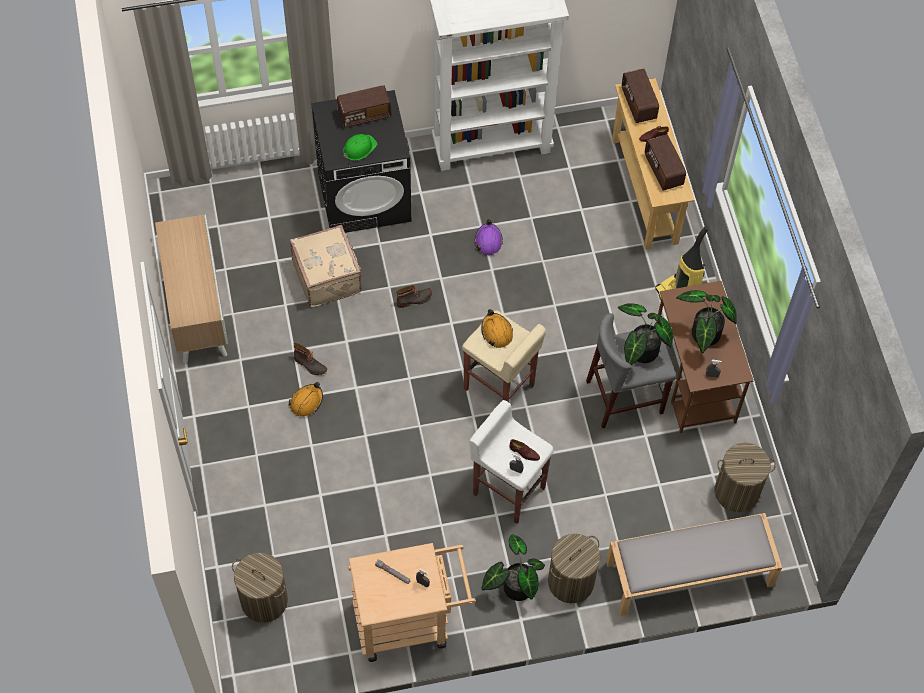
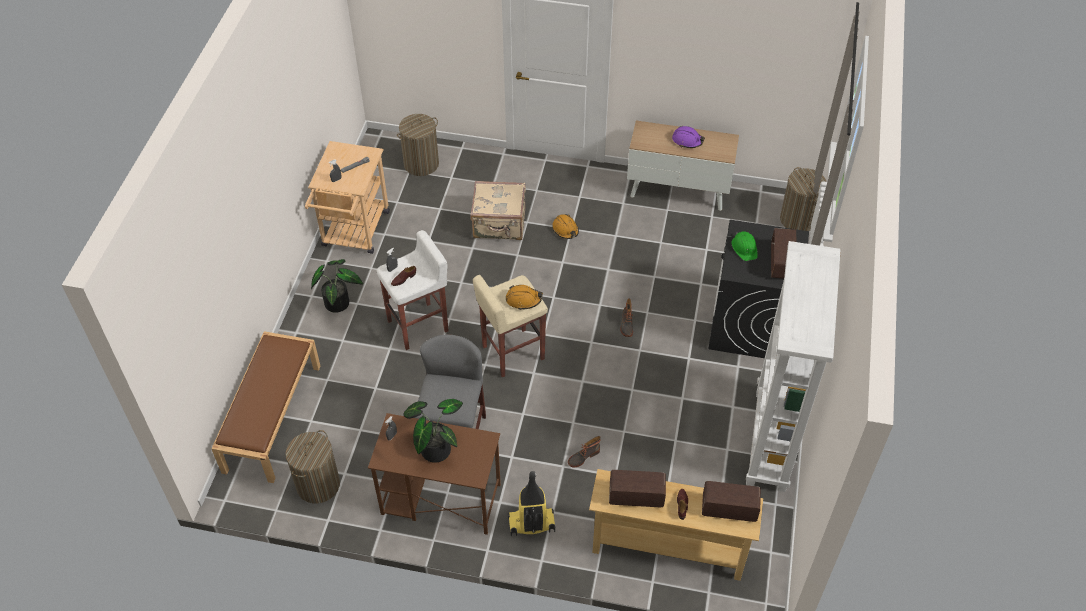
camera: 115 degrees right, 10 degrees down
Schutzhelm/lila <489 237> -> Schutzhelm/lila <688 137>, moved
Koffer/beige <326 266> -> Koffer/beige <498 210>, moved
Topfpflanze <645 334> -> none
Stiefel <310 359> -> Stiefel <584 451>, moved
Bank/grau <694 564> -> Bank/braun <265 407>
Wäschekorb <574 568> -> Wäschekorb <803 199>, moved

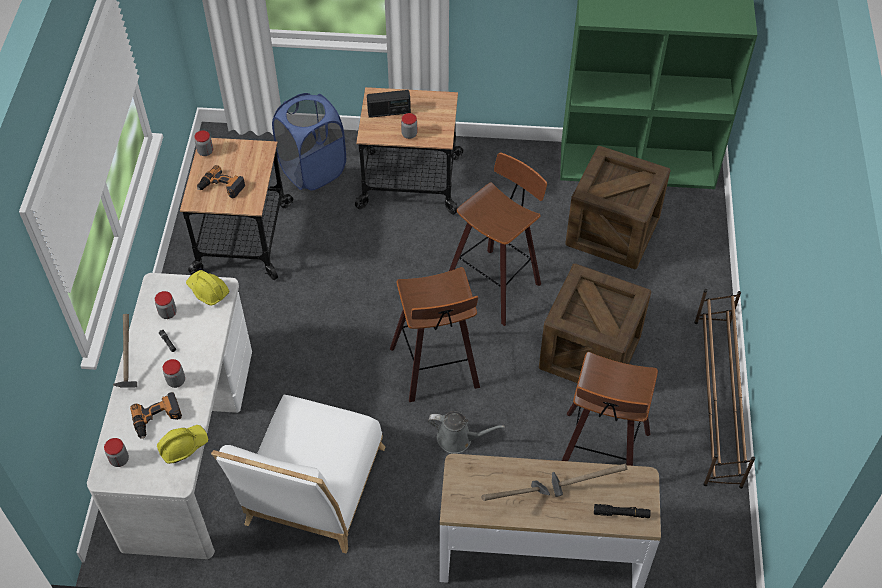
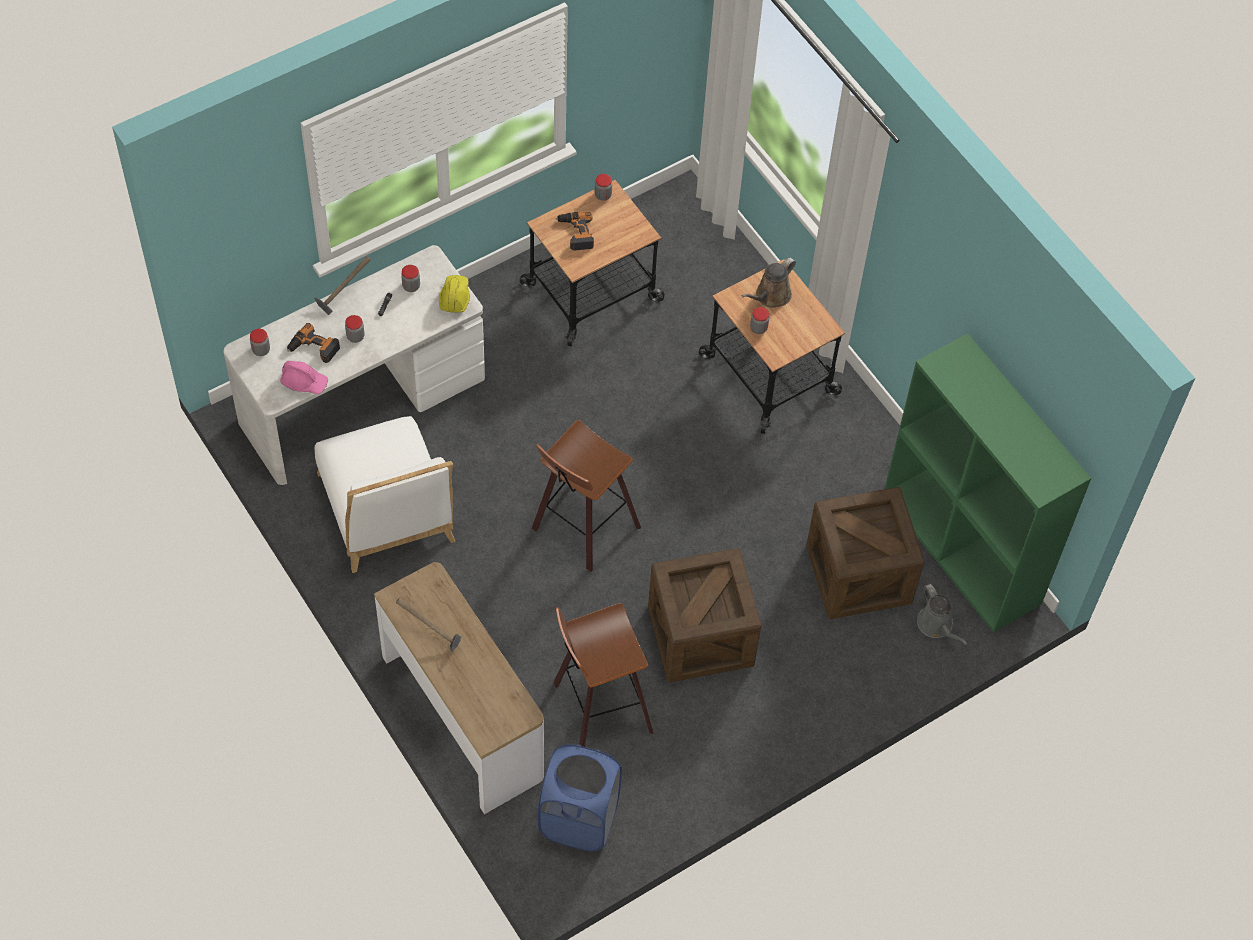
camera: 50 degrees right, 5 degrees up
Radio <389 104> -> Gießkanne/braun <769 282>
Wäschekorb/blau <309 142> -> Wäschekorb/blau <580 798>, moved
Hocker <498 239> -> none
Schuhregal/braun <724 389> -> none
Stuhl/weiß <298 474> -> Stuhl/weiß <385 494>, 90 degrees counterclockwise
Gießkanne/grau <466 432> -> Gießkanne/grau <942 614>, moved
Schutzhelm/gelb <182 444> -> Schutzhelm/rosa <304 377>
Hammer <589 480> -> none
Taschenlampe/schwarz <622 511> -> none

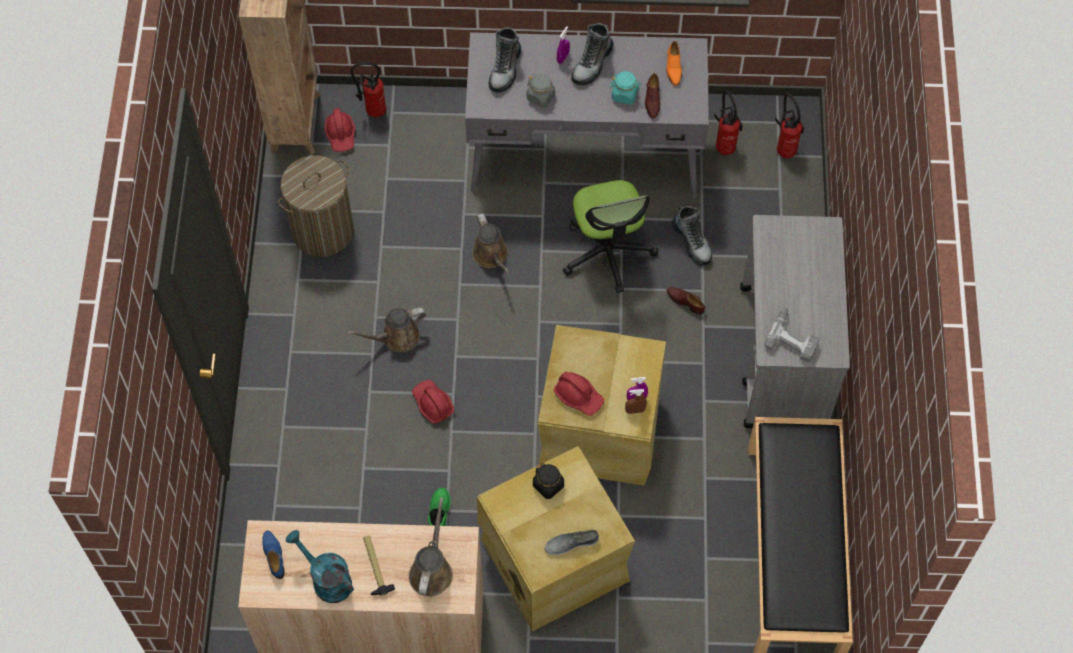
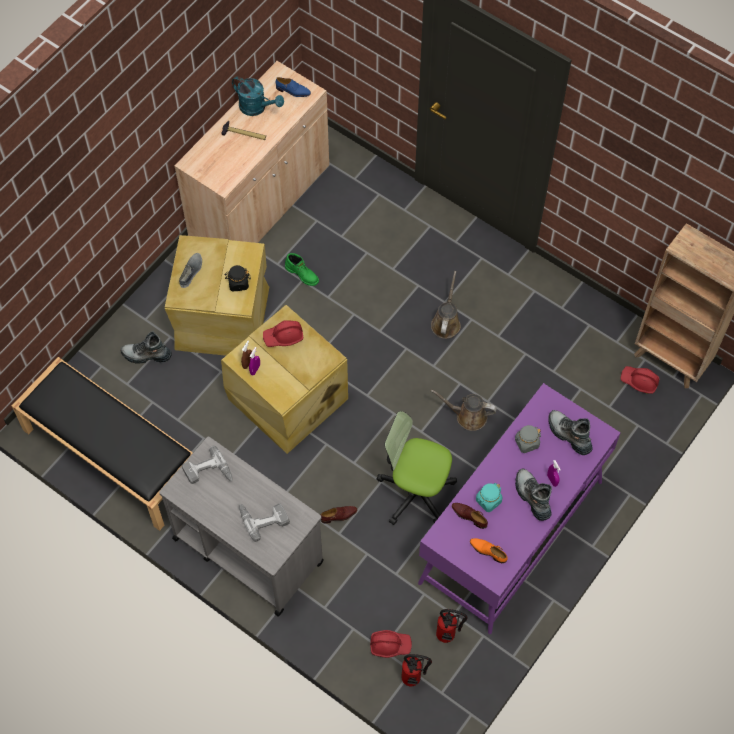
camera: 125 degrees right, 0 degrees up
Schreibtisch/grau <587 115> -> Schreibtisch/lila <519 508>
Feuerlöscher <368 89> -> none
Wäschekorb <316 206> -> none
Stiefel <692 235> -> Stiefel <146 347>, moved
Schutzhelm/rot <433 402> -> Schutzhelm/rot <391 644>, moved
Gießkanne/braun <431 547> -> none
Gießkanne/türkis <320 566> -> Gießkanne/türkis <258 96>, 45 degrees clockwise
none -> Bohrmaschine <264 522>

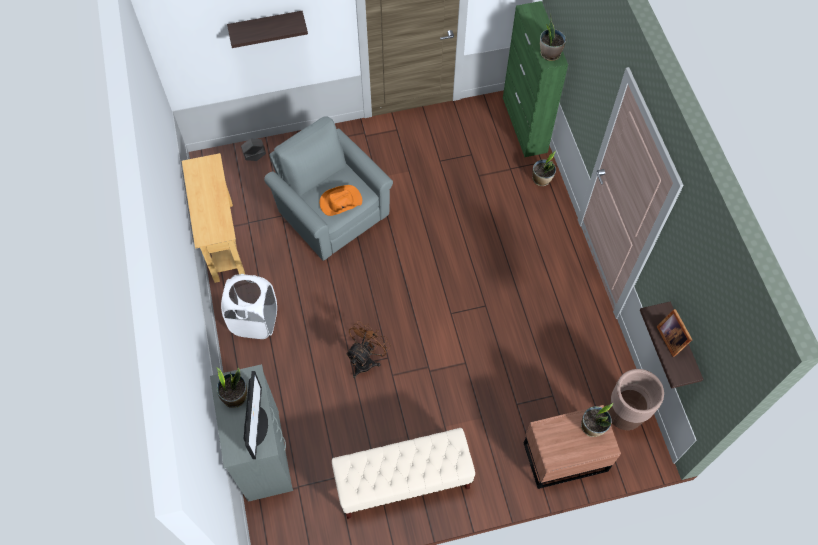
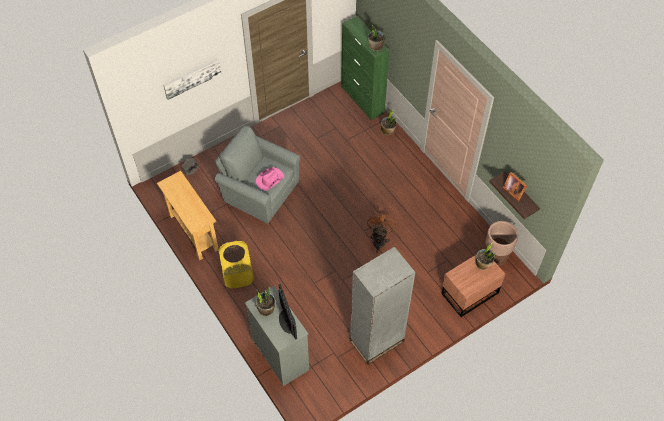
camera: 20 degrees left, 5 degrees down
Wandregal <267 29> -> Bild <192 79>
Hut/orange <340 200> -> Hut/rosa <270 179>
Wäschekorb/weiß <249 306> -> Wäschekorb/gelb <236 265>
Ventilator/braun <368 349> -> Ventilator/braun <382 232>, moved
Bank/beige <403 473> -> Bücherregal/grau <383 306>

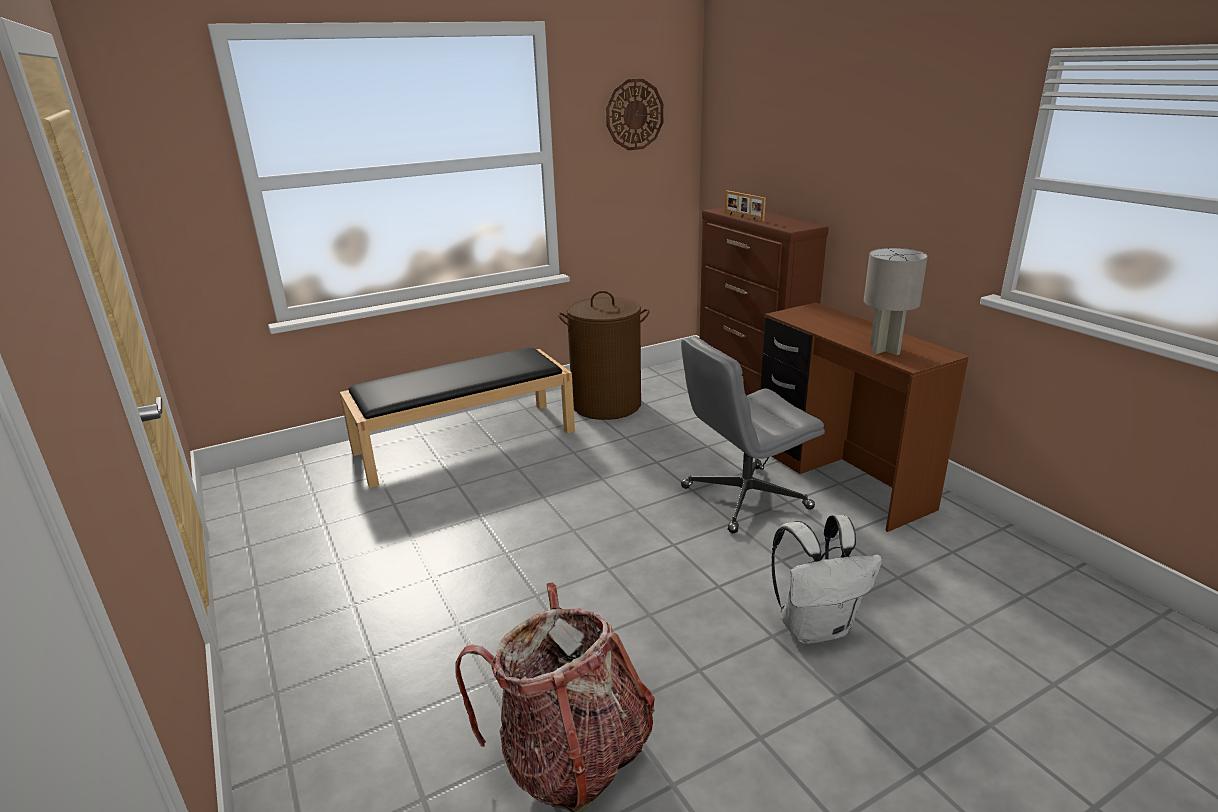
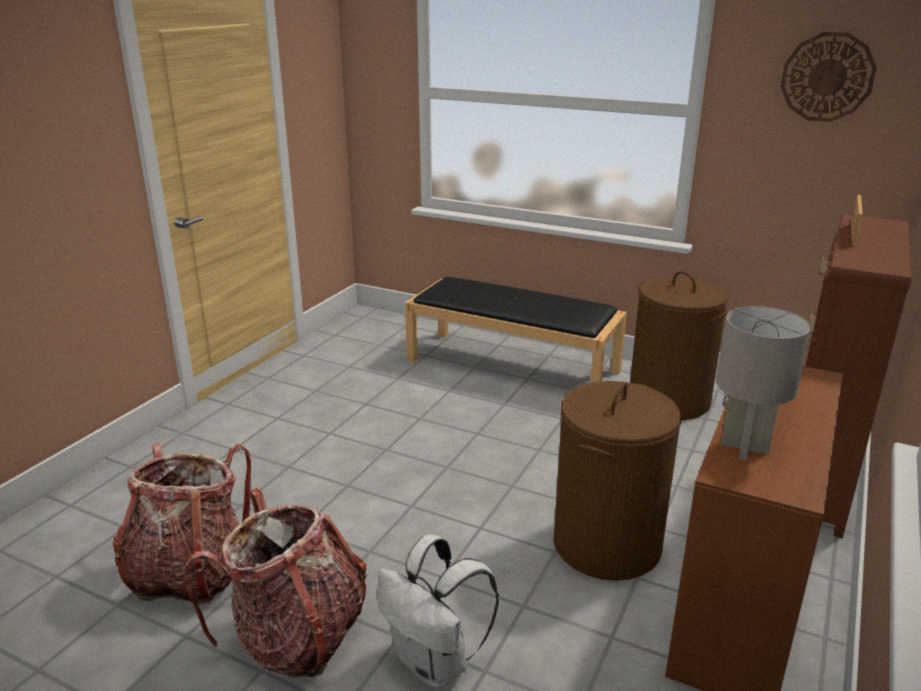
camera: 55 degrees right, 0 degrees up
Bürostuhl/grau <753 434> -> Wäschekorb/braun <617 481>
none -> Rucksack <275 583>

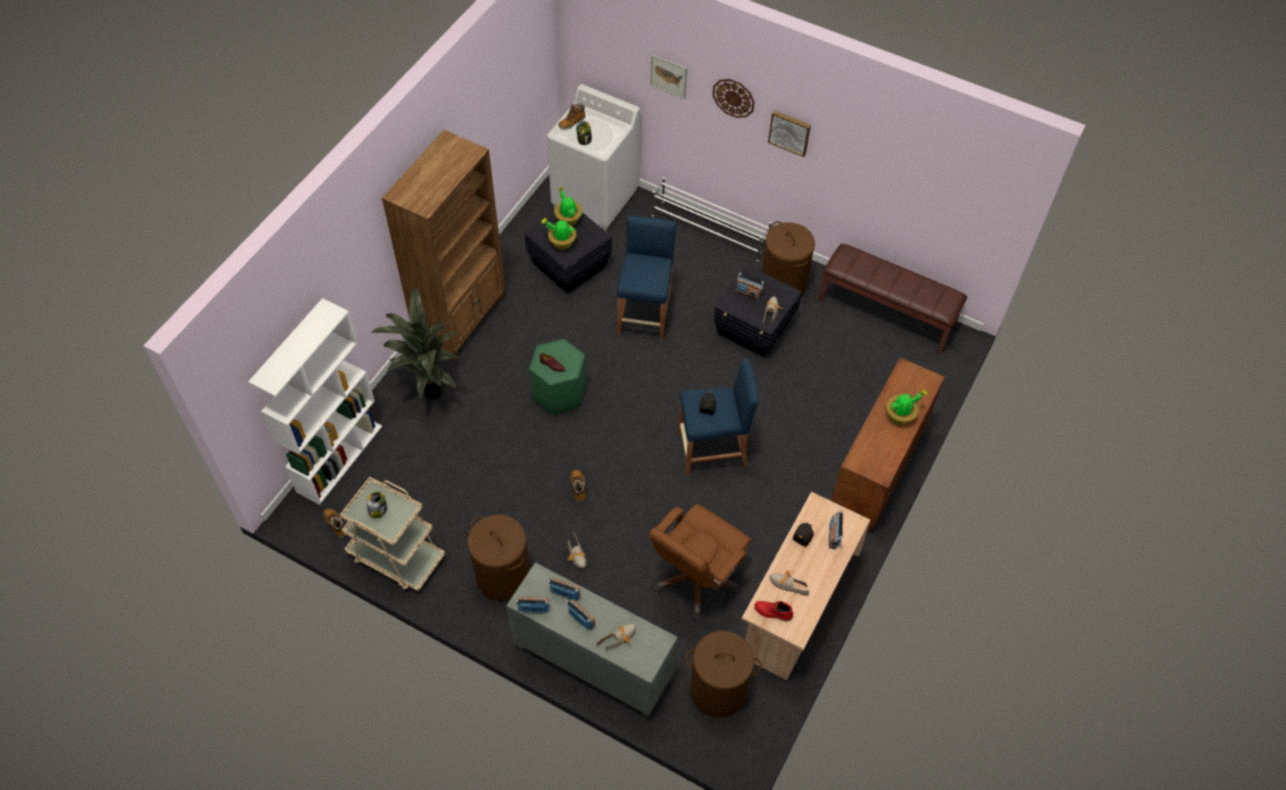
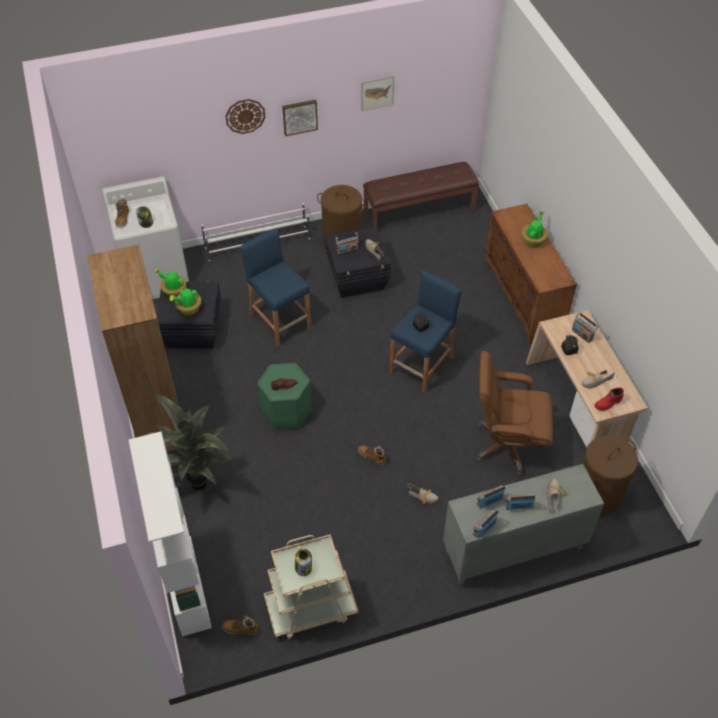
camera: 45 degrees left, 5 degrees down
Bild <668 76> -> Bild <377 93>, moved
Bürostuhl/braun <700 561> -> Bürostuhl/braun <514 413>, 105 degrees clockwise
Wäschekorb/braun <499 558> -> none

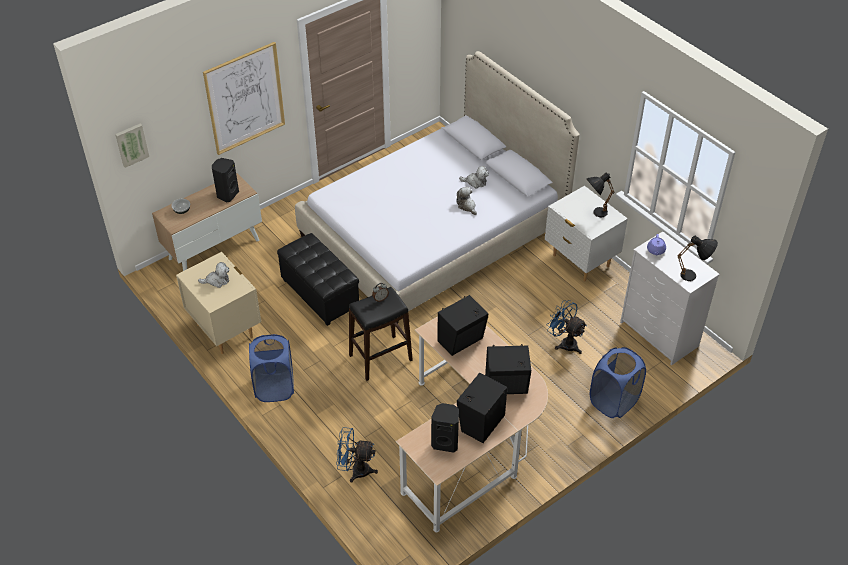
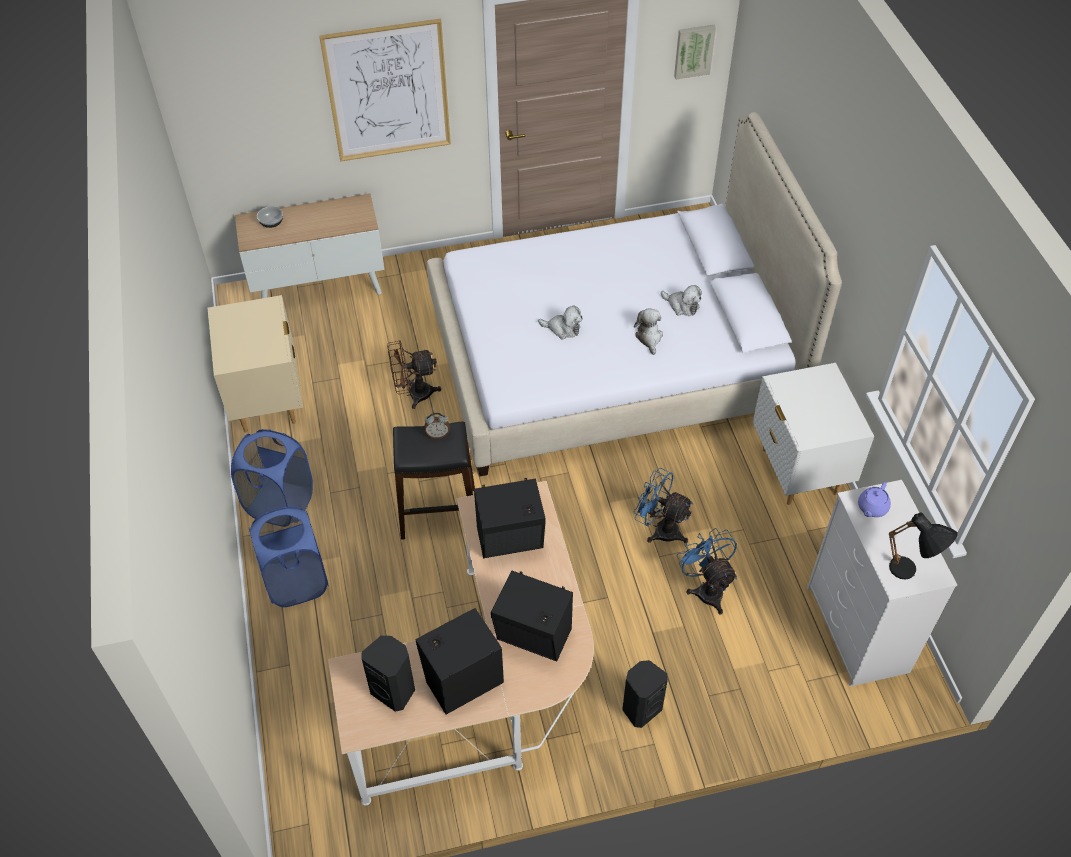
camera: 25 degrees right, 5 degrees up
Bild <132 146> -> Bild <695 52>, moved
Lautsprecher/schwarz <225 180> -> Lautsprecher/schwarz <645 694>, moved
Tischlampe/schwarz <601 195> -> none
Polsterhocker/schwarz <318 279> -> Ventilator/braun <414 374>
Plüschtier <214 275> -> Plüschtier <560 322>, moved
Wäschekorb/blau <618 382> -> Wäschekorb/blau <289 556>, moved
Ventilator/blau <357 454> -> Ventilator/blau <663 505>, moved

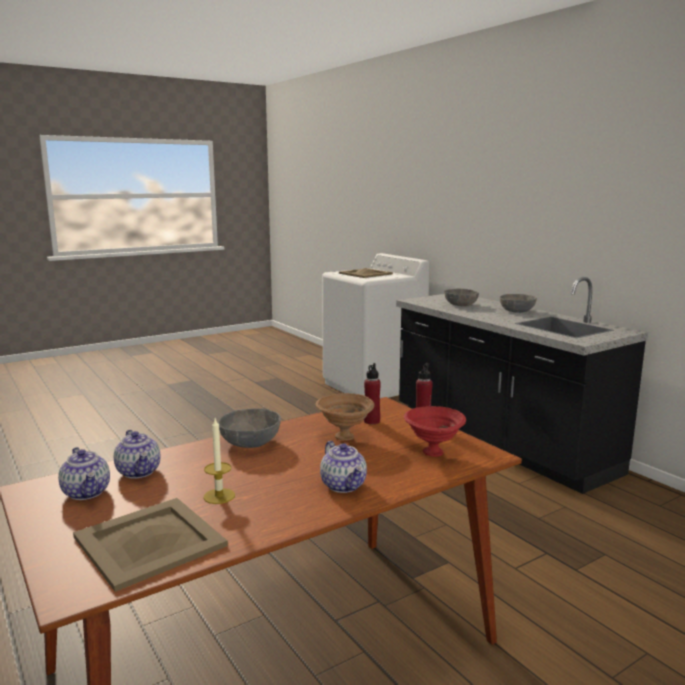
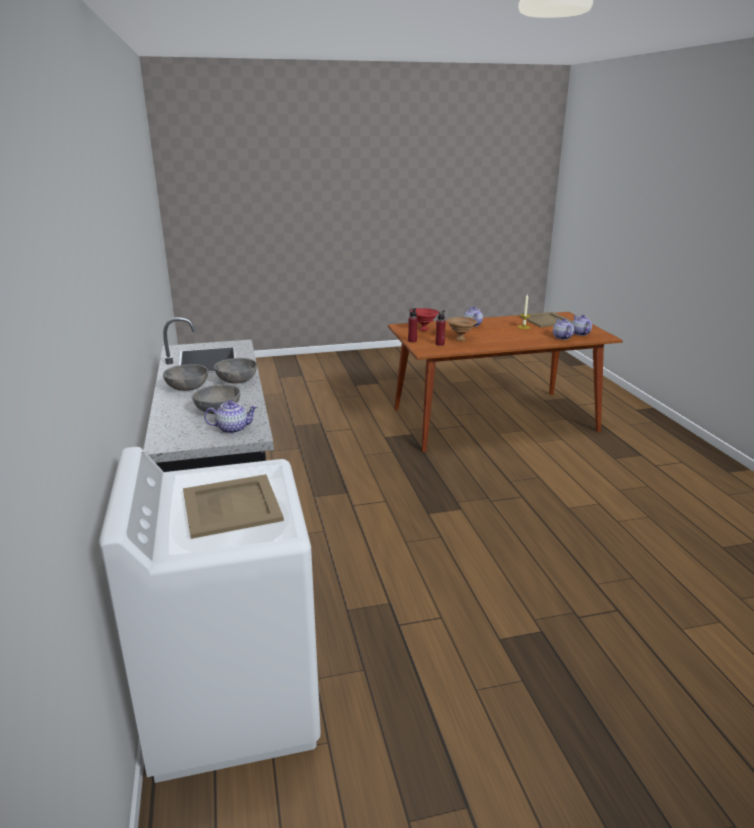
camera: 160 degrees left, 10 degrees up
Schüssel/grau <249 428> -> Schüssel/grau <235 371>, moved
none -> Teekanne <231 417>

